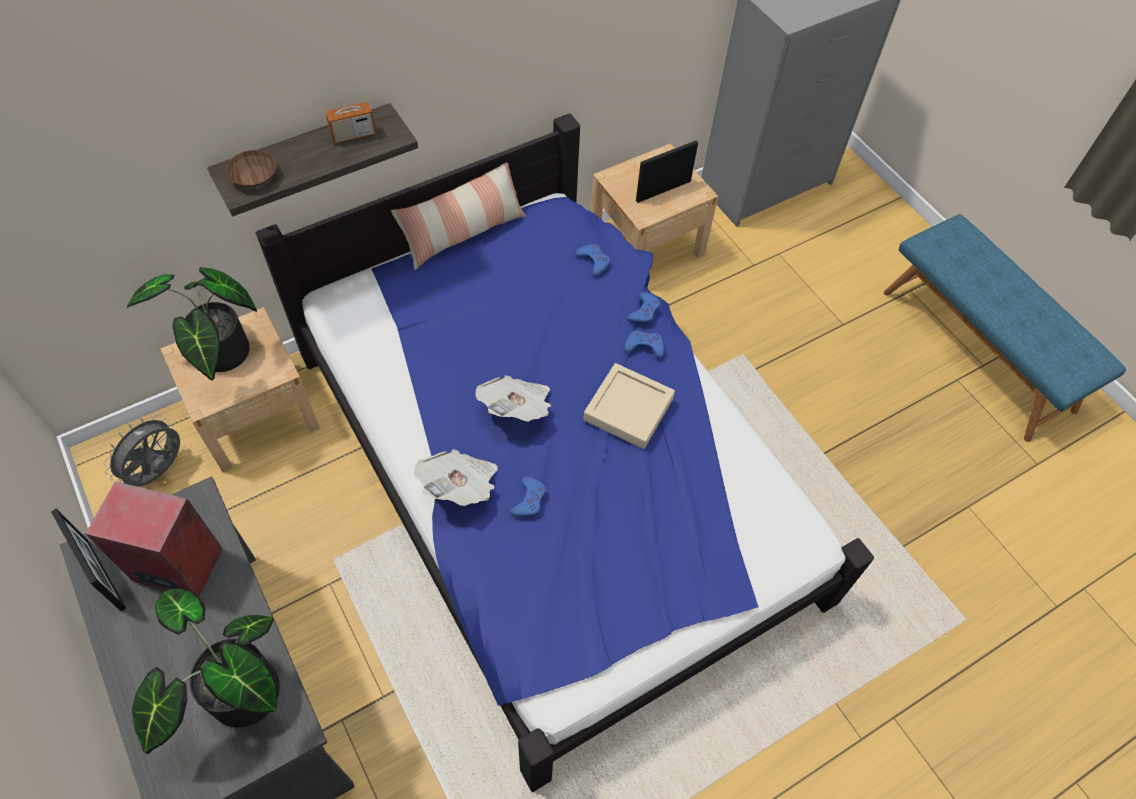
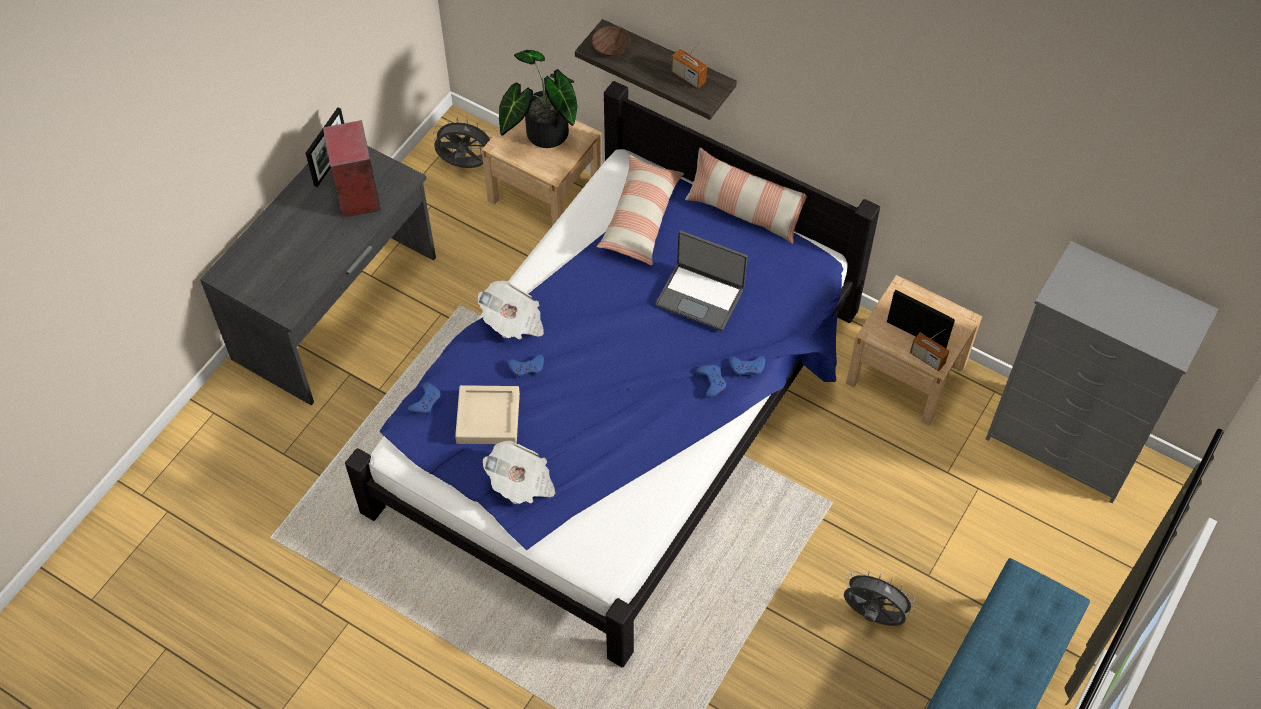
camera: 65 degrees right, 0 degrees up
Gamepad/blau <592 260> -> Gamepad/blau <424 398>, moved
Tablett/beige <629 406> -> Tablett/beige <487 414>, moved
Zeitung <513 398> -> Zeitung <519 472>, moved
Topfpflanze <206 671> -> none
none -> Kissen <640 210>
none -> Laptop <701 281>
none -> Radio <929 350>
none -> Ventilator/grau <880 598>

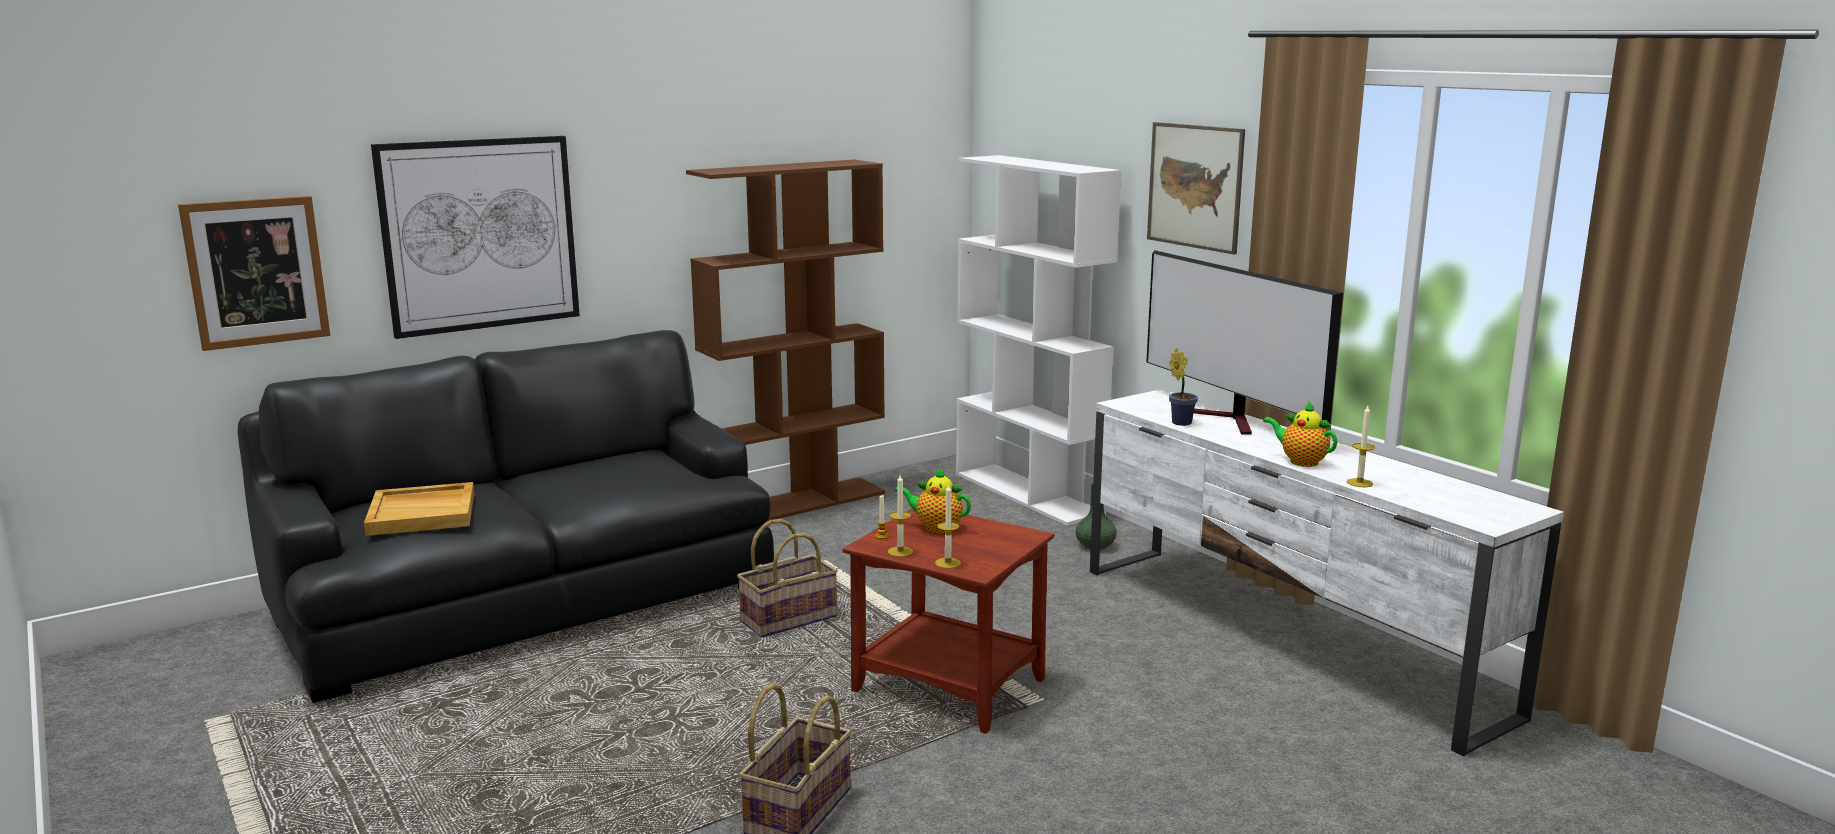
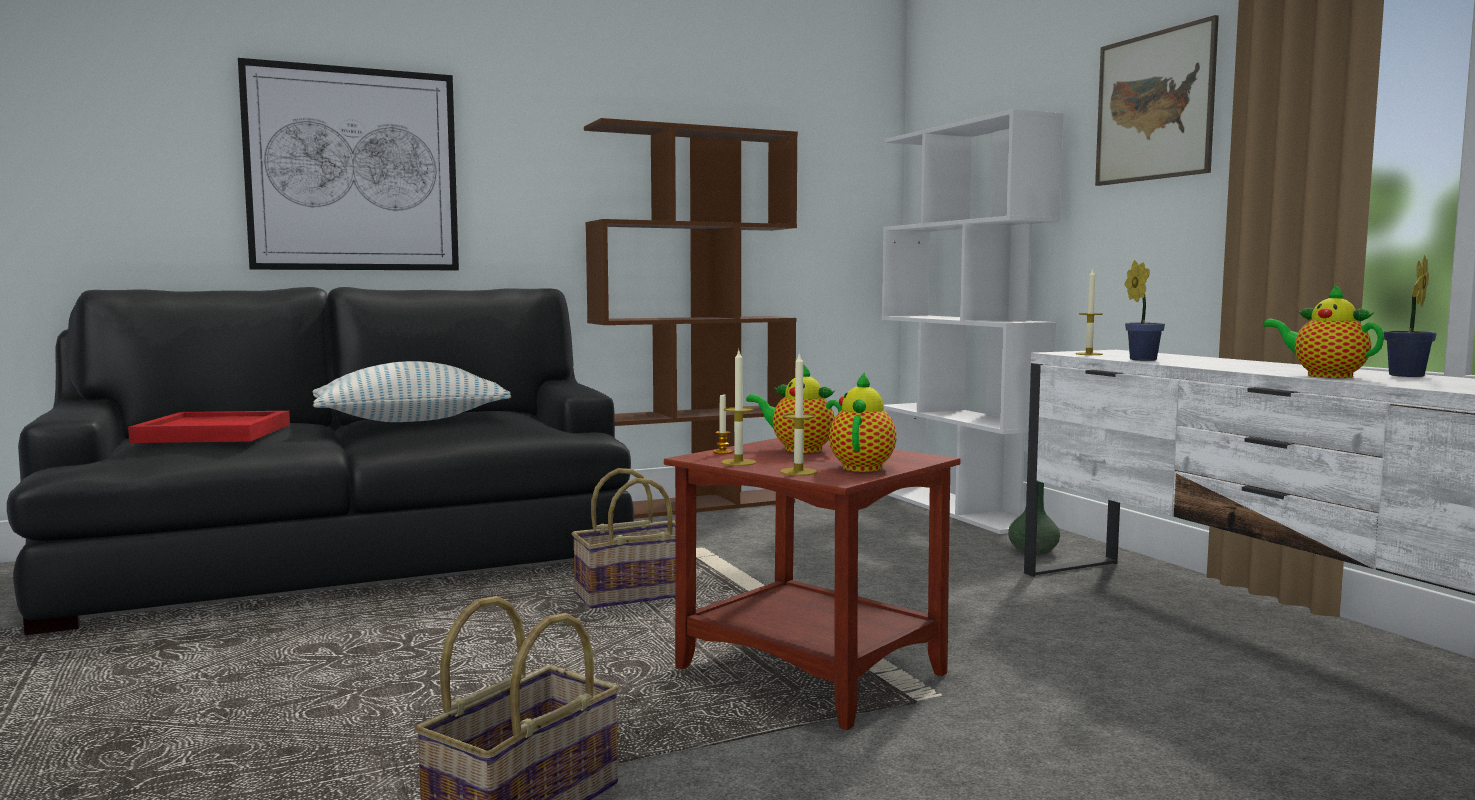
camera: 10 degrees right, 10 degrees down
Bild <254 273> -> none
Fernseher <1244 342> -> none
Kerze <1361 446> -> Kerze <1089 311>, moved
Tablett/beige <419 509> -> Tablett/rot <209 427>
none -> Topfpflanze <1410 316>
none -> Kissen <412 391>
none -> Teekanne <863 422>

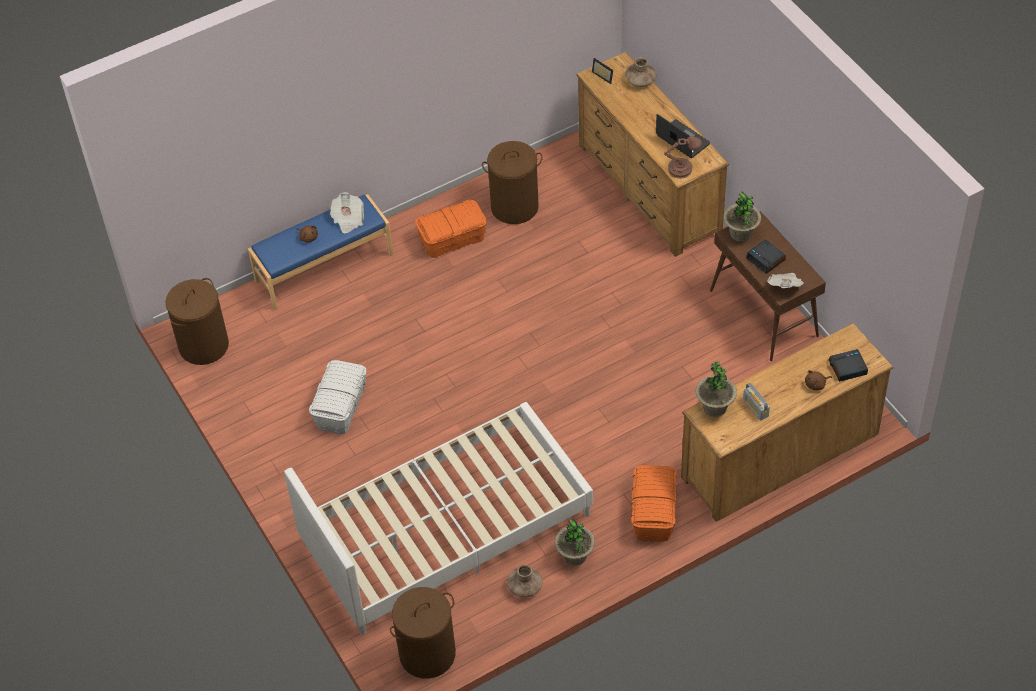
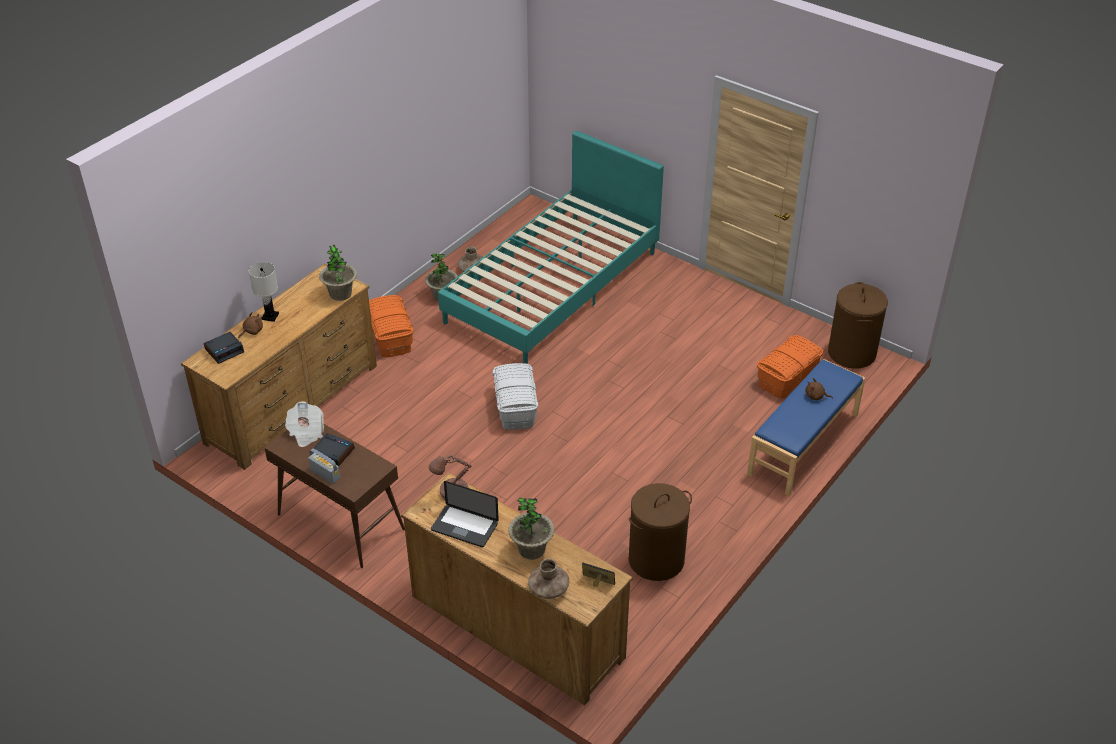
camera: 155 degrees right, 10 degrees down
Topfpflanze <742 216> -> Topfpflanze <531 528>, moved
Zeitung <347 212> -> none
Aufbewahrungsbox/orange <451 229> -> Aufbewahrungsbox/orange <790 366>, moved
Aufbewahrungsbox/weiß <338 397> -> Aufbewahrungsbox/weiß <515 396>, moved
Radio <756 402> -> Radio <324 466>, moved
Bett/weiß <438 518> -> Bett/türkis <551 247>
Wäschekorb/braun <423 632> -> none
none -> Tischlampe/weiß <264 292>

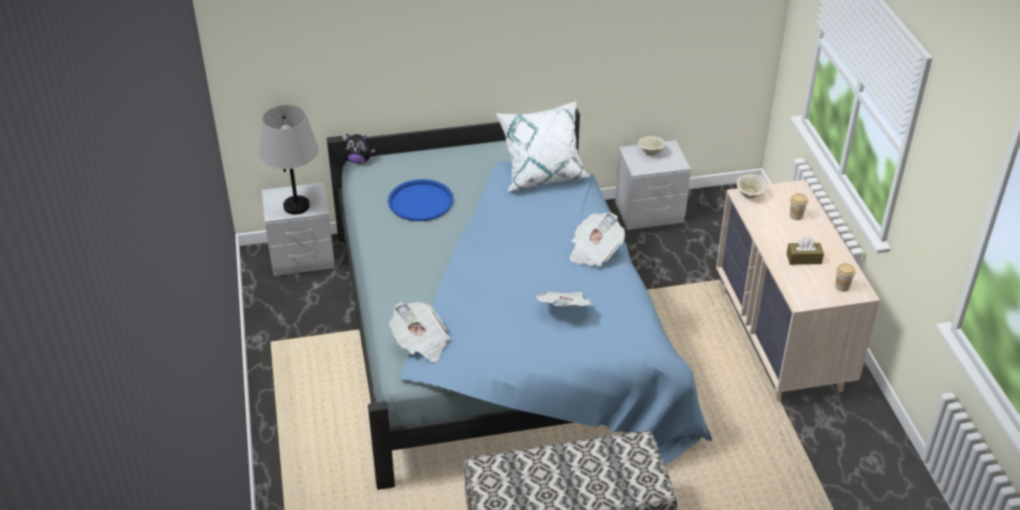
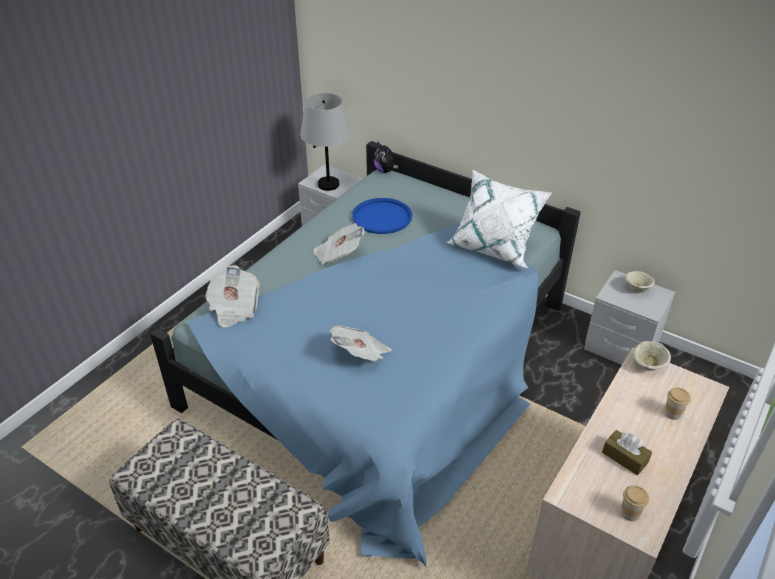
camera: 45 degrees right, 0 degrees up
Zeitung <597 239> -> Zeitung <339 244>, moved

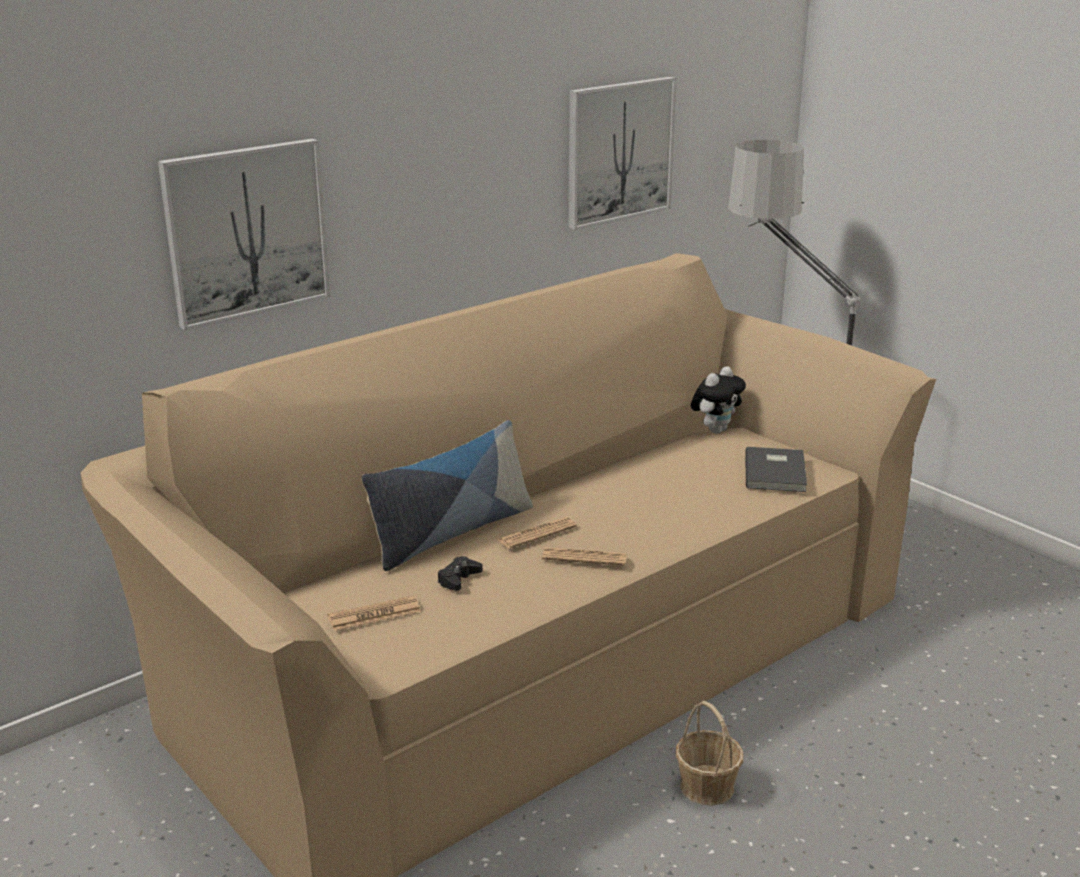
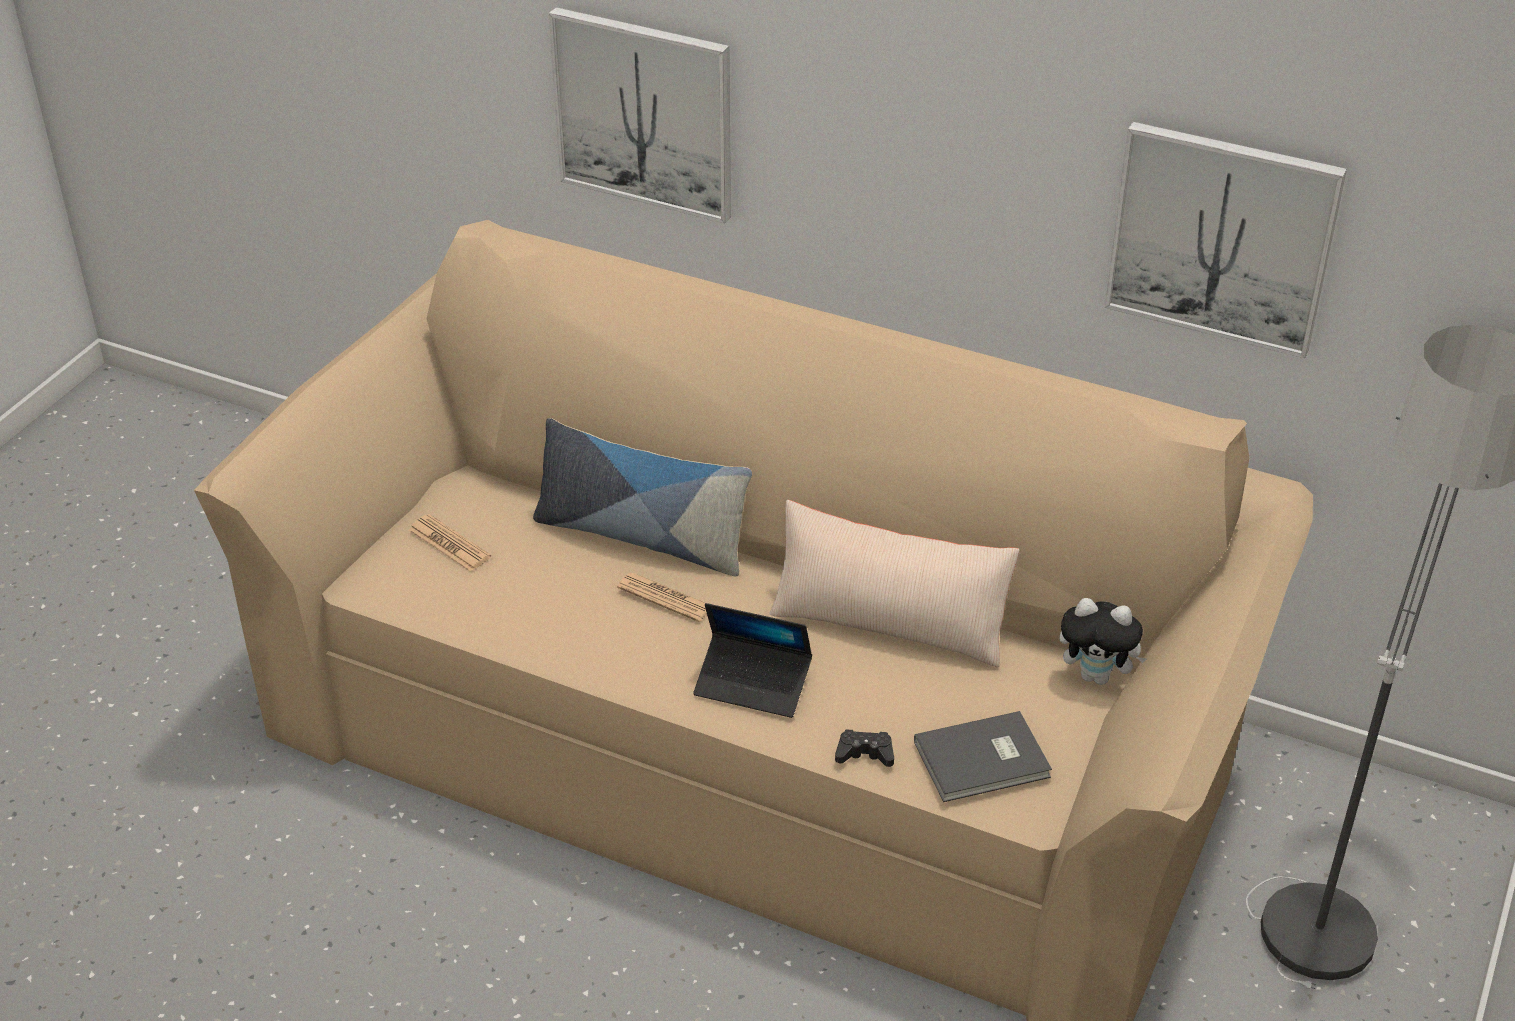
camera: 65 degrees right, 15 degrees up
Zeitung <584 556> -> none
Gamepad/schwarz <460 574> -> Gamepad/schwarz <864 748>, moved
Korb <709 753> -> none
none -> Kissen/beige <894 584>
none -> Laptop <752 660>

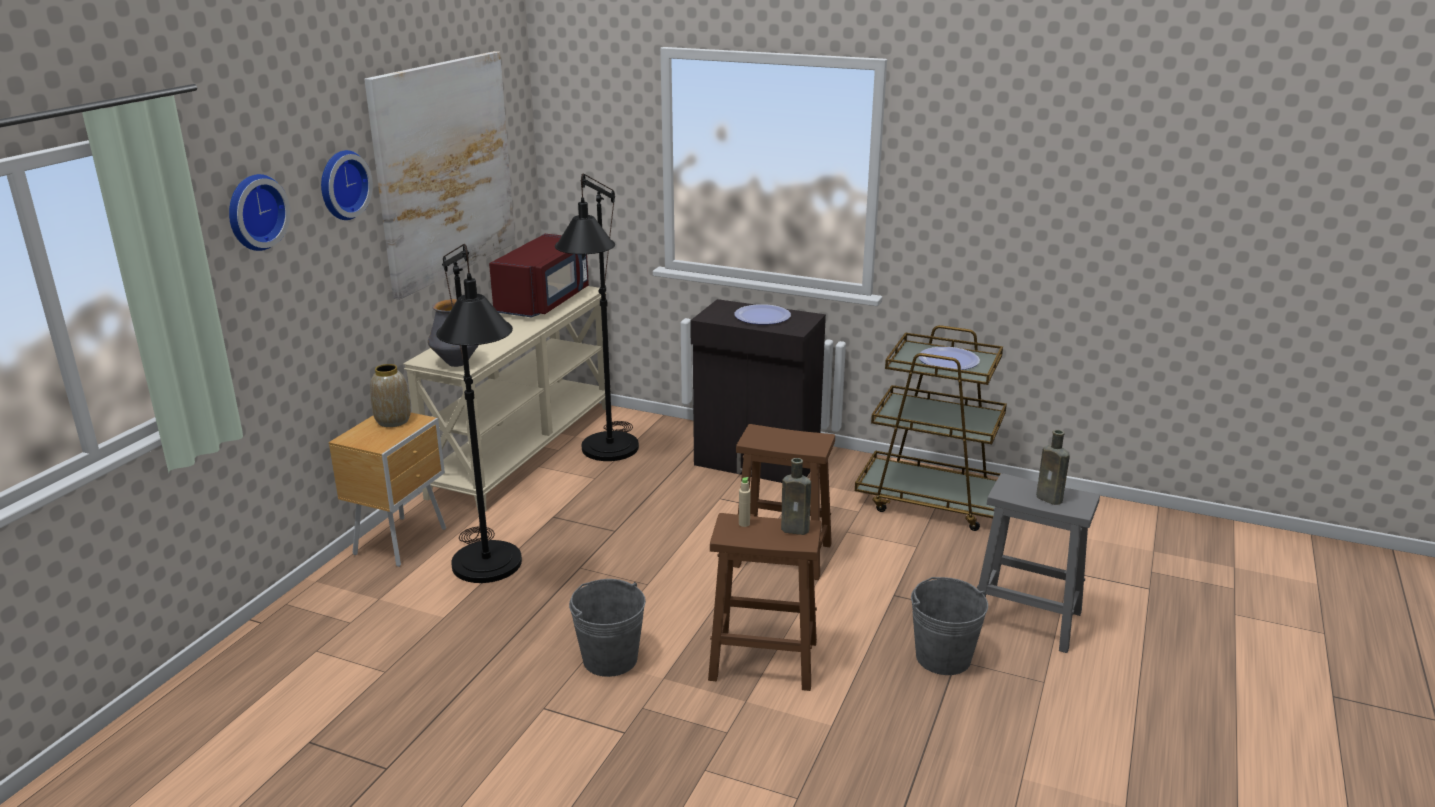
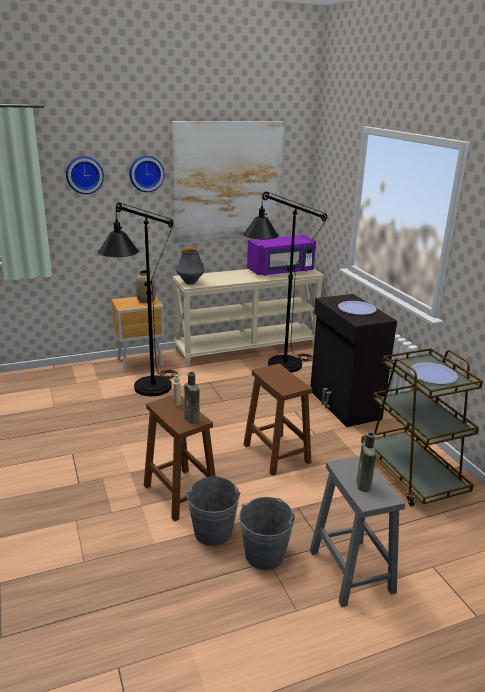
camera: 45 degrees right, 0 degrees up
Mikrowelle/rot <539 276> -> Mikrowelle/lila <281 255>
Eimer/grau <607 628> -> Eimer/grau <213 511>, moved

